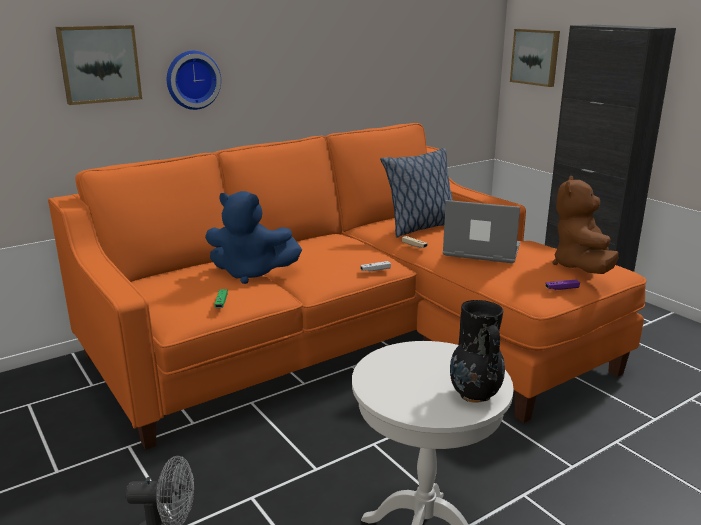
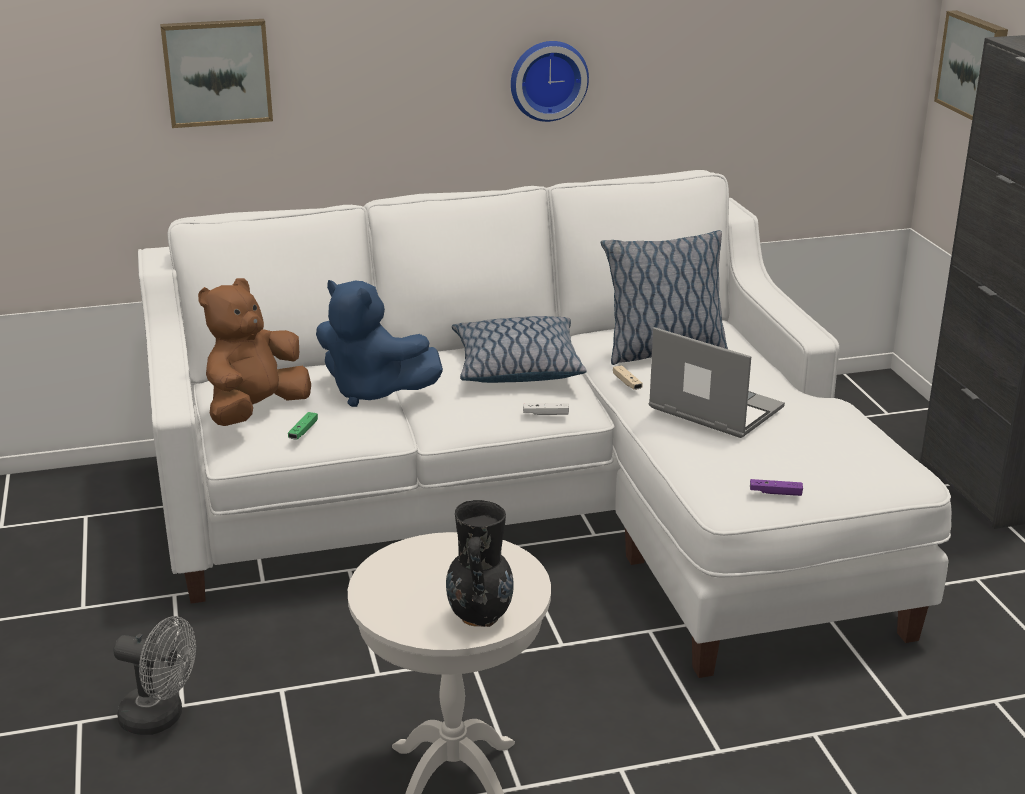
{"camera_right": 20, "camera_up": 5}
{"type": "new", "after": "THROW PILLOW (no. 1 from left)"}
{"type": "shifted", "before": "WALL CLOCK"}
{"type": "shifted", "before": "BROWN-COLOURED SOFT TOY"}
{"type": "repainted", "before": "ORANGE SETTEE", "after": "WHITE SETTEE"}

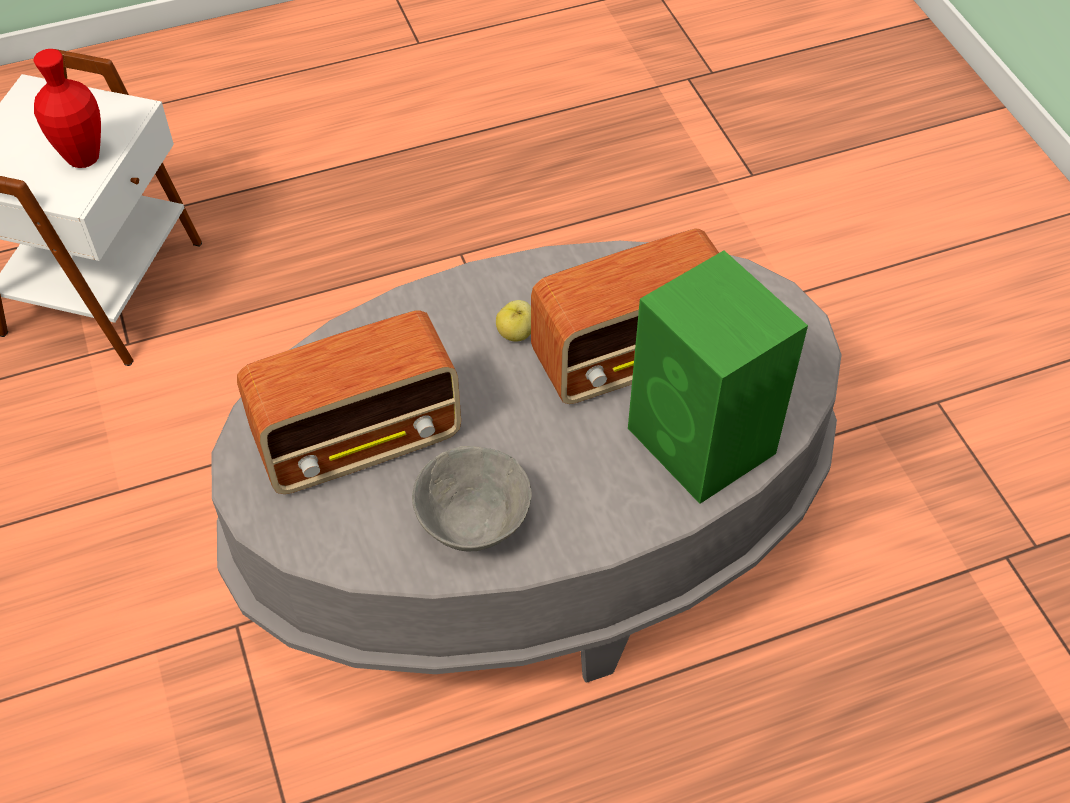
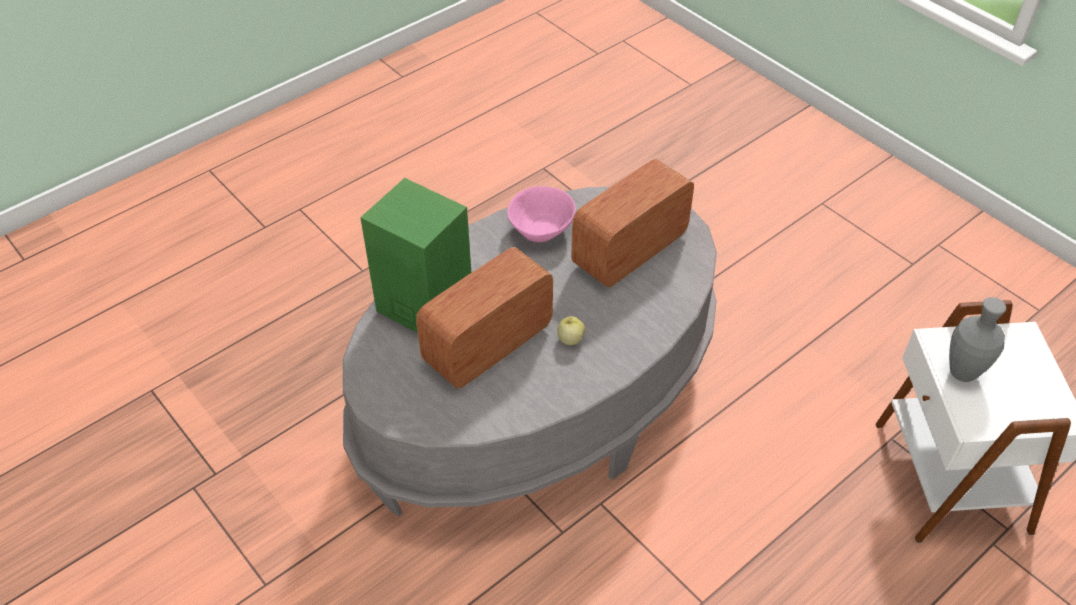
{"camera_right": 160, "camera_up": -5}
{"type": "repainted", "before": "RED DECORATIVE VASE", "after": "GRAY DECORATIVE VASE"}
{"type": "repainted", "before": "GRAY SERVING BOWL", "after": "PINKISH SERVING BOWL"}

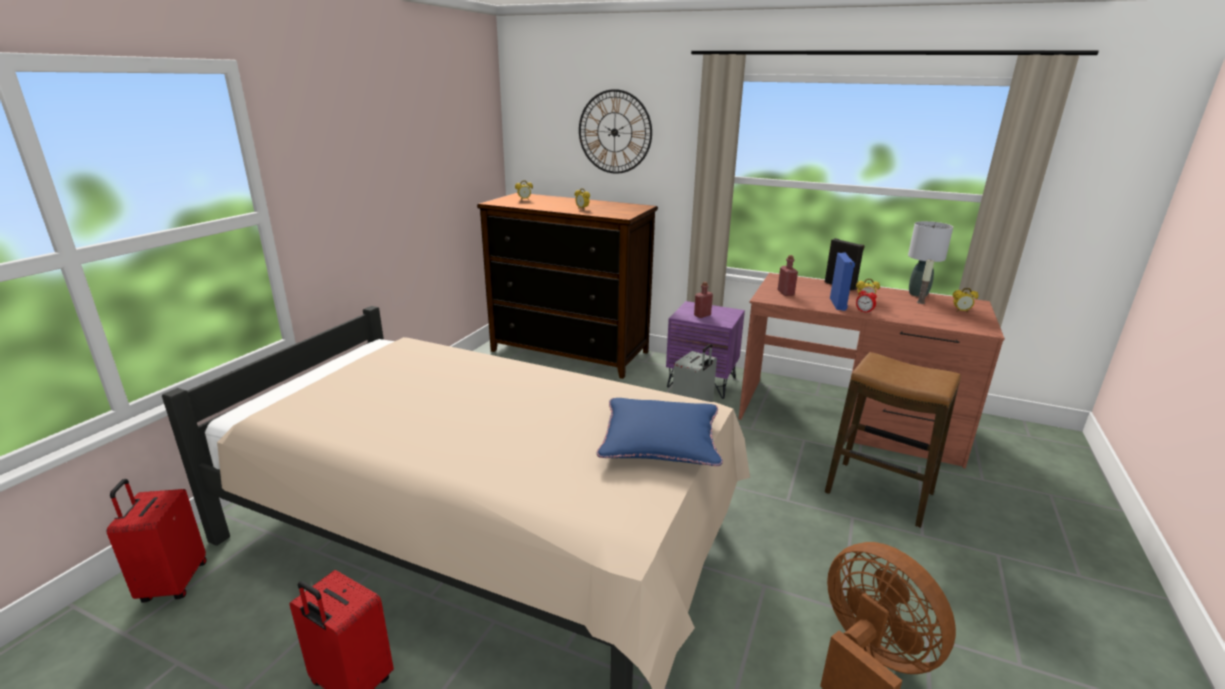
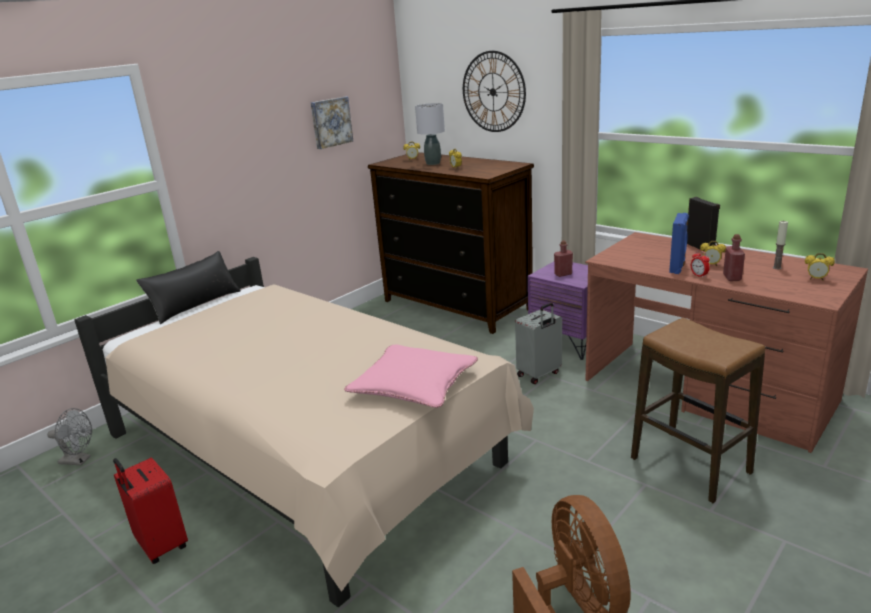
{"camera_right": 20, "camera_up": 0}
{"type": "new", "after": "BLACK THROW PILLOW"}
{"type": "new", "after": "PICTURE"}
{"type": "shifted", "before": "RED BEVERAGE BOTTLE (no. 2 from left)"}
{"type": "shifted", "before": "GRAY TABLETOP LAMP"}
{"type": "swapped", "before": "RED SUITCASE (no. 1 from left)", "after": "GRAY COOLING FAN"}
{"type": "repainted", "before": "BLUE THROW PILLOW", "after": "PINKISH THROW PILLOW"}

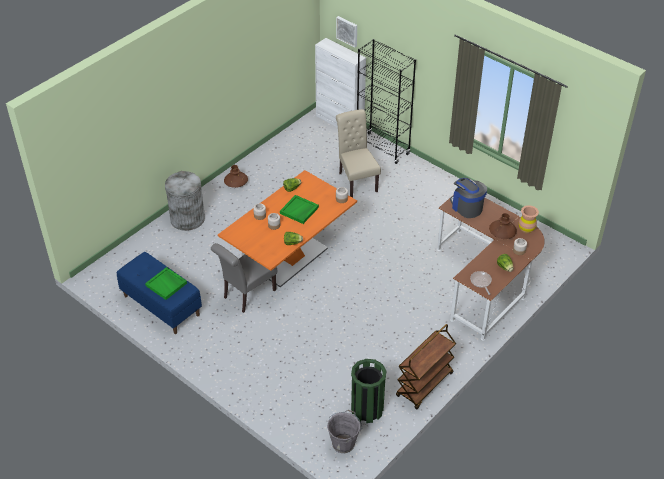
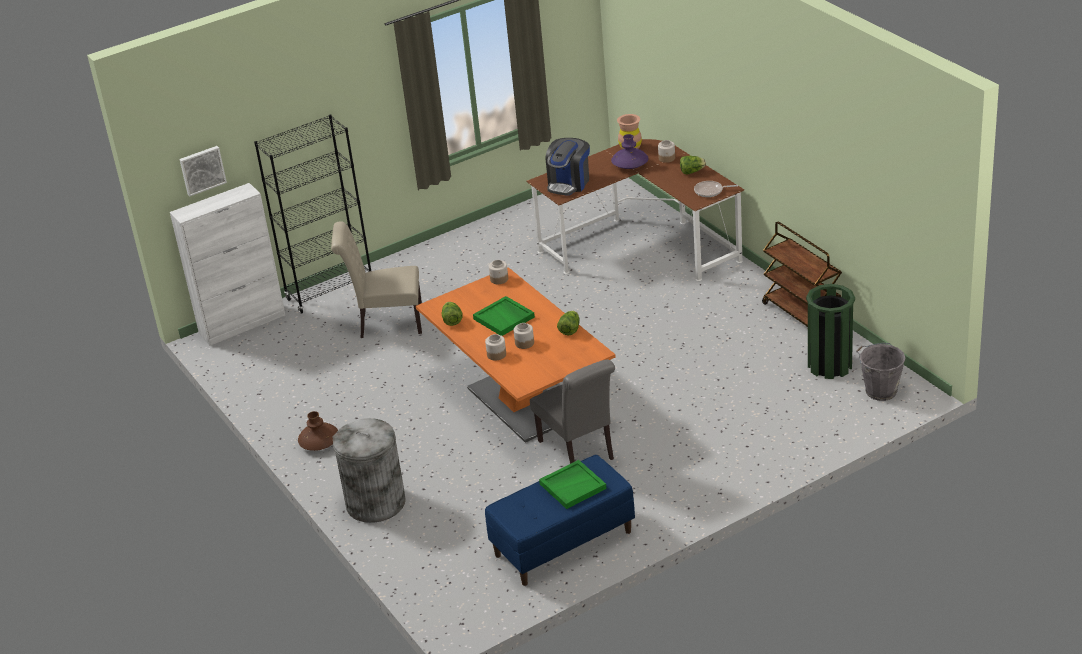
{"camera_right": -70, "camera_up": -10}
{"type": "repainted", "before": "BROWN-COLOURED DECORATIVE VASE (no. 2 from left)", "after": "PURPLE-COLOURED DECORATIVE VASE"}
{"type": "rotated", "before": "COFFEE BREWER", "turn": -45}

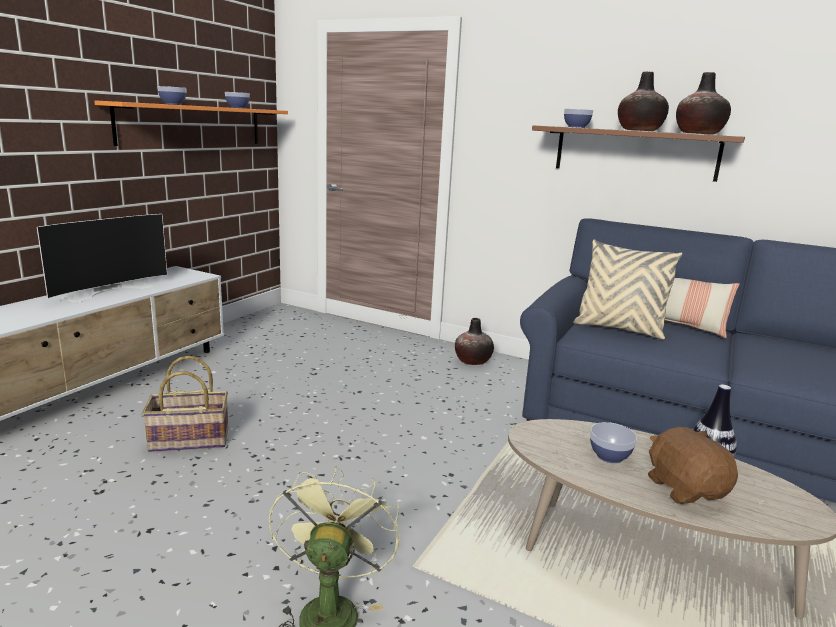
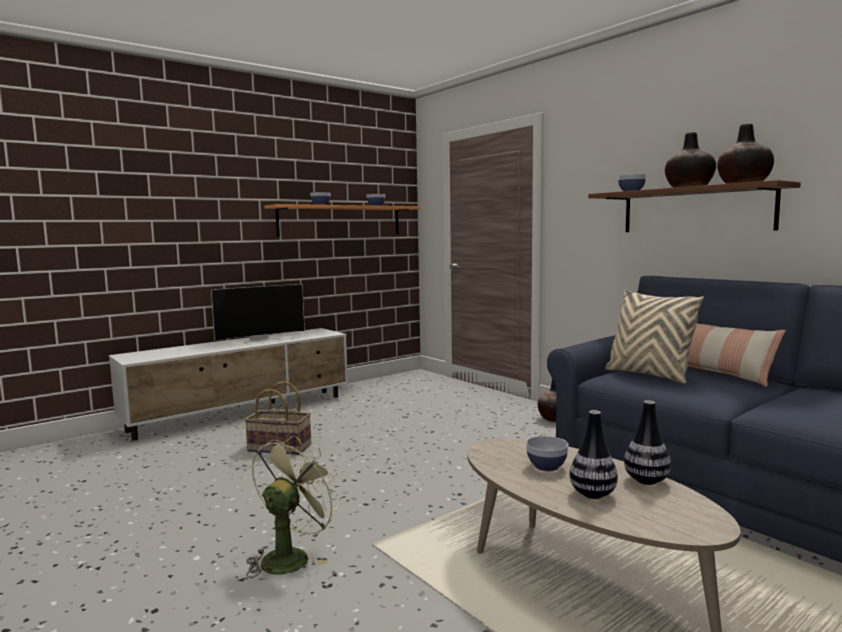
{"camera_right": 25, "camera_up": -10}
{"type": "swapped", "before": "BROWN-COLOURED SOFT TOY", "after": "DECORATIVE VASE (no. 2 from left)"}

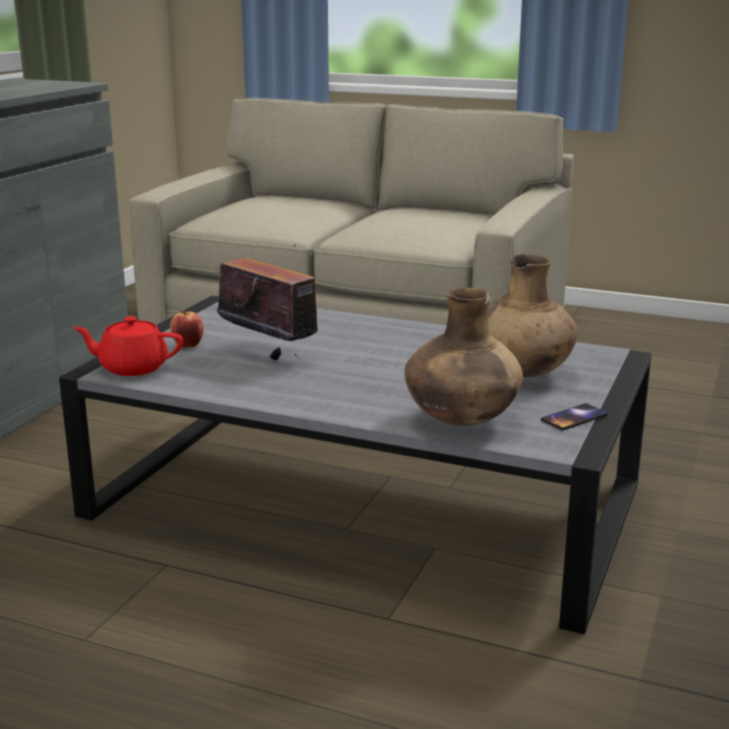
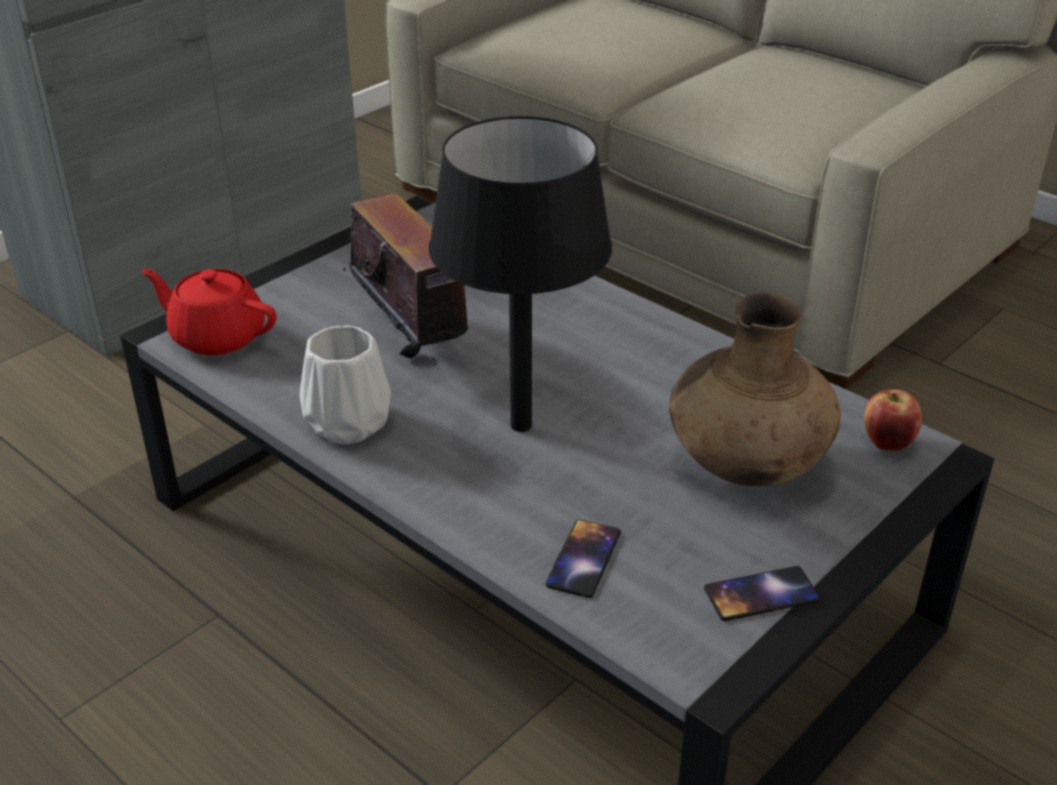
{"camera_right": 20, "camera_up": 15}
{"type": "new", "after": "WHITE DECORATIVE VASE"}
{"type": "new", "after": "BLACK TABLETOP LAMP"}
{"type": "shifted", "before": "APPLE"}
{"type": "swapped", "before": "BROWN-COLOURED DECORATIVE VASE (no. 1 from left)", "after": "TELEPHONE (no. 1 from left)"}

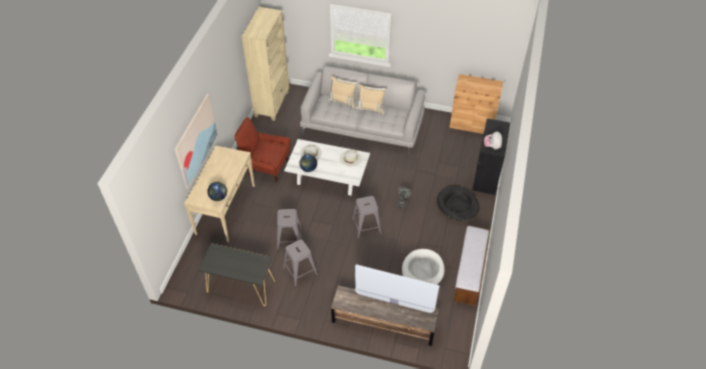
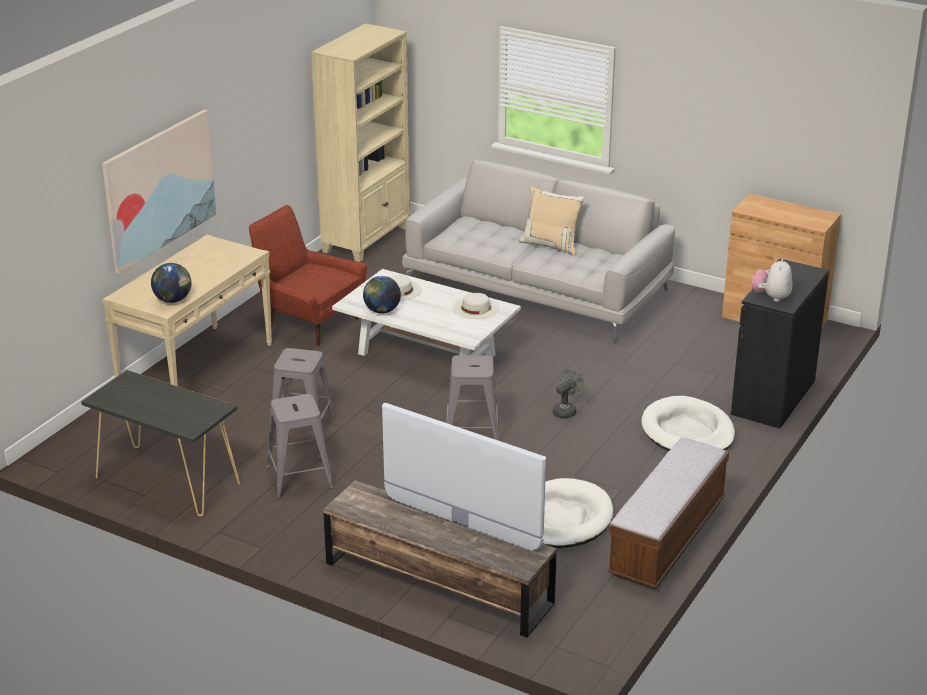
{"camera_right": 15, "camera_up": -20}
{"type": "gone", "before": "BEIGE THROW PILLOW (no. 1 from left)"}
{"type": "repainted", "before": "BLACK DOG BED", "after": "WHITE DOG BED (no. 2 from left)"}

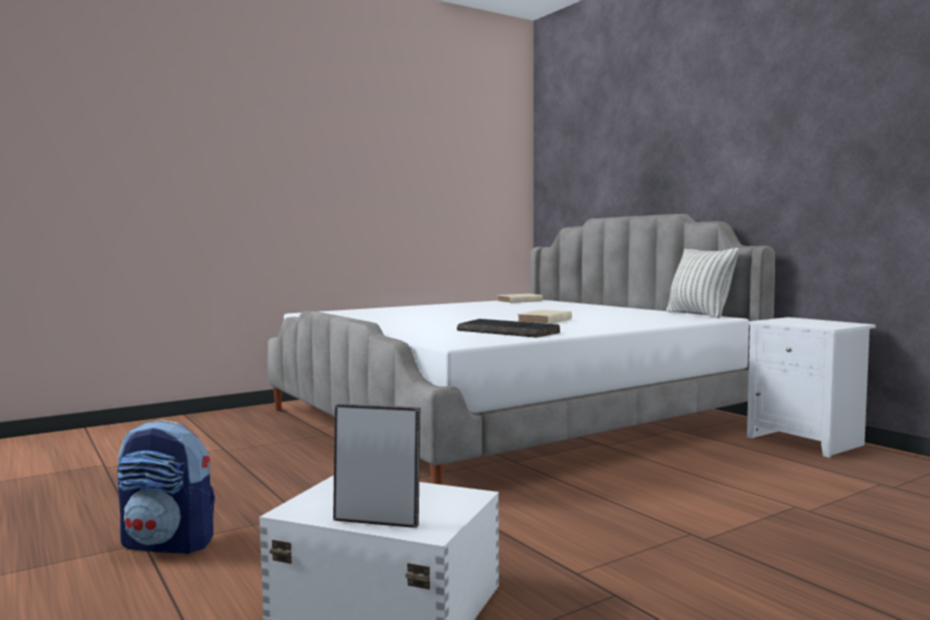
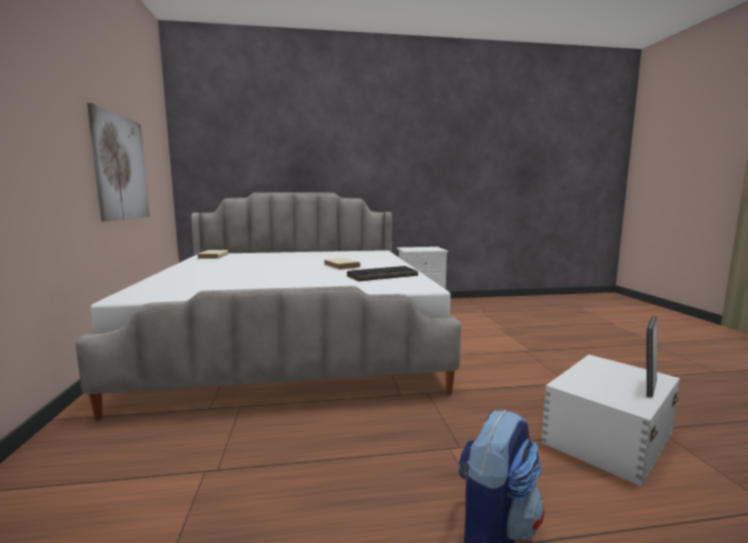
{"camera_right": -65, "camera_up": 5}
{"type": "gone", "before": "THROW PILLOW"}
{"type": "new", "after": "PICTURE"}

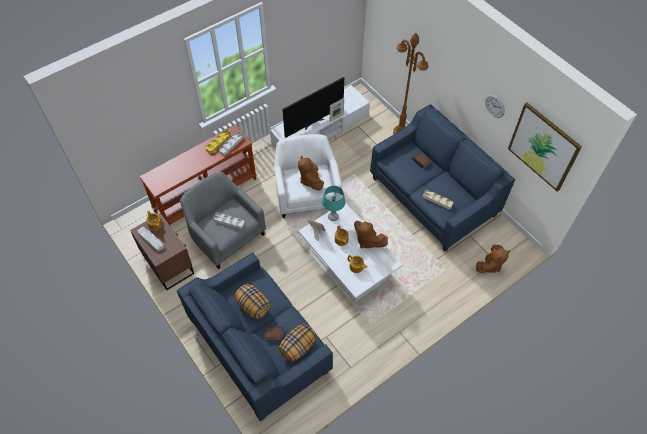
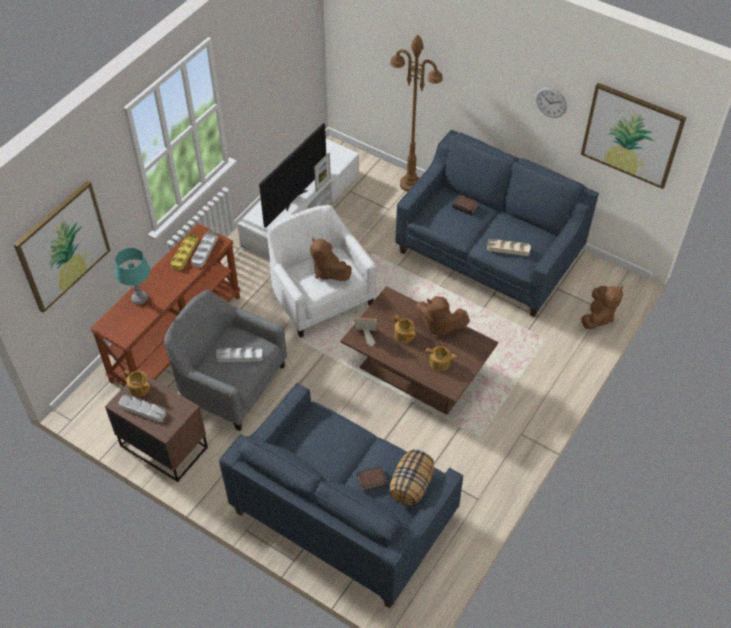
{"camera_right": -20, "camera_up": -5}
{"type": "gone", "before": "THROW PILLOW (no. 1 from left)"}
{"type": "new", "after": "PICTURE (no. 1 from left)"}
{"type": "shifted", "before": "TURQUOISE-COLOURED TABLETOP LAMP"}
{"type": "repainted", "before": "WHITE COFFEE TABLE", "after": "BROWN-COLOURED COFFEE TABLE"}

